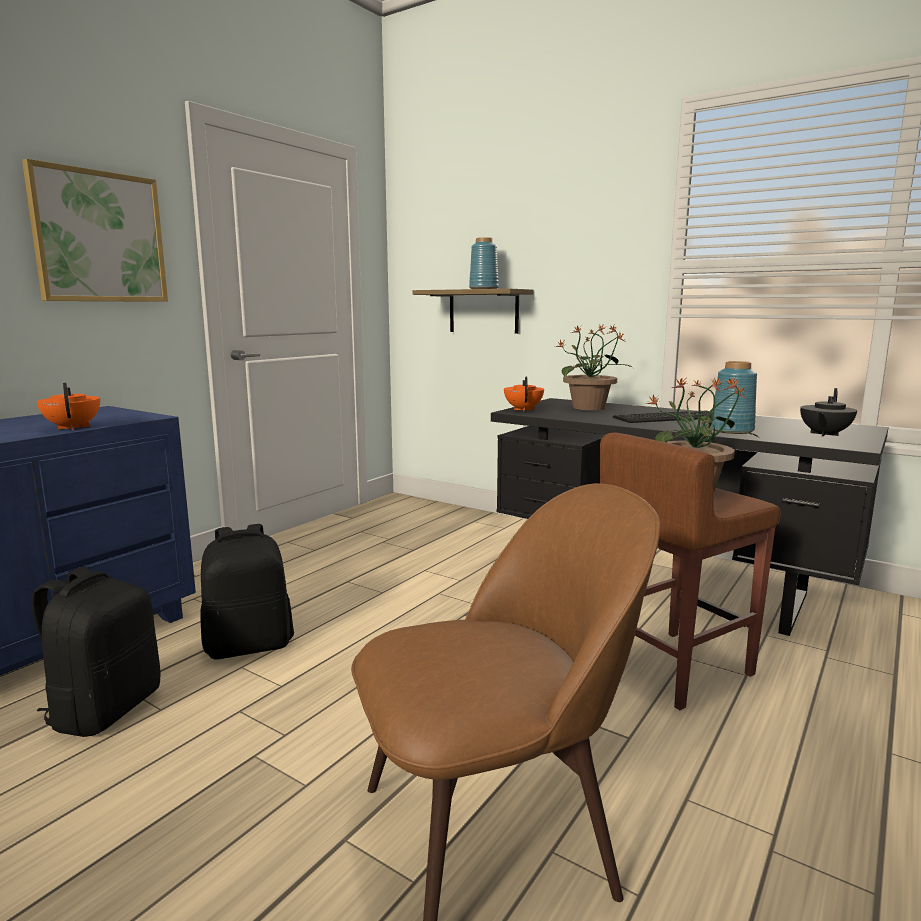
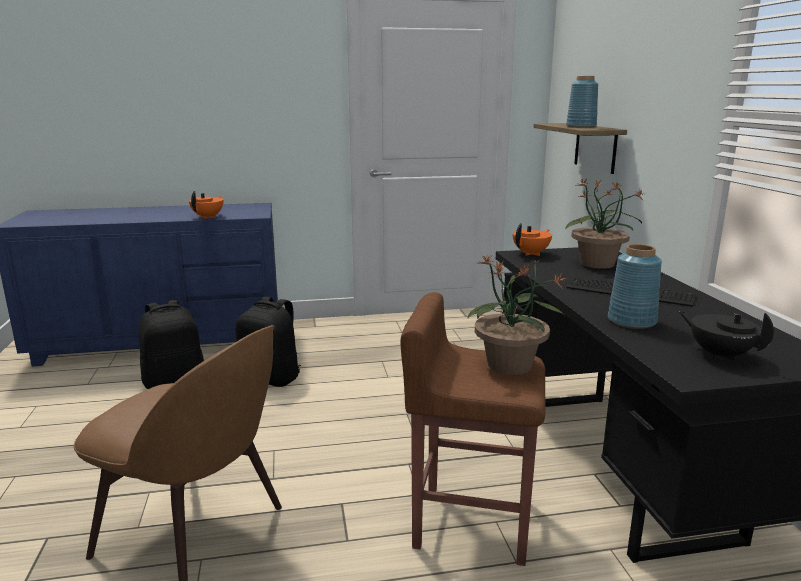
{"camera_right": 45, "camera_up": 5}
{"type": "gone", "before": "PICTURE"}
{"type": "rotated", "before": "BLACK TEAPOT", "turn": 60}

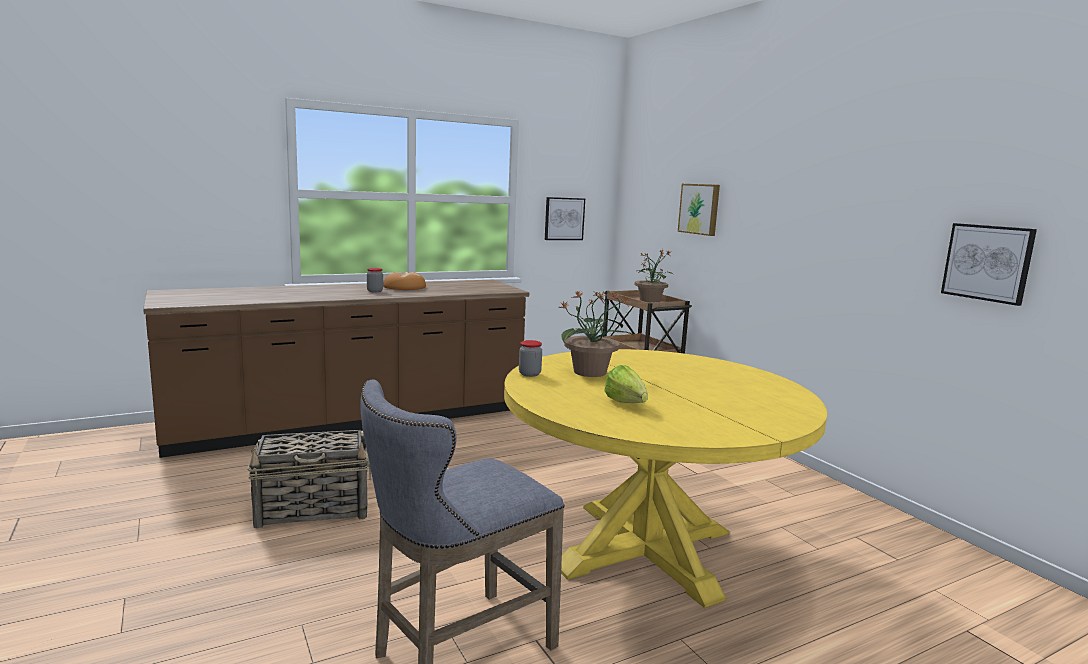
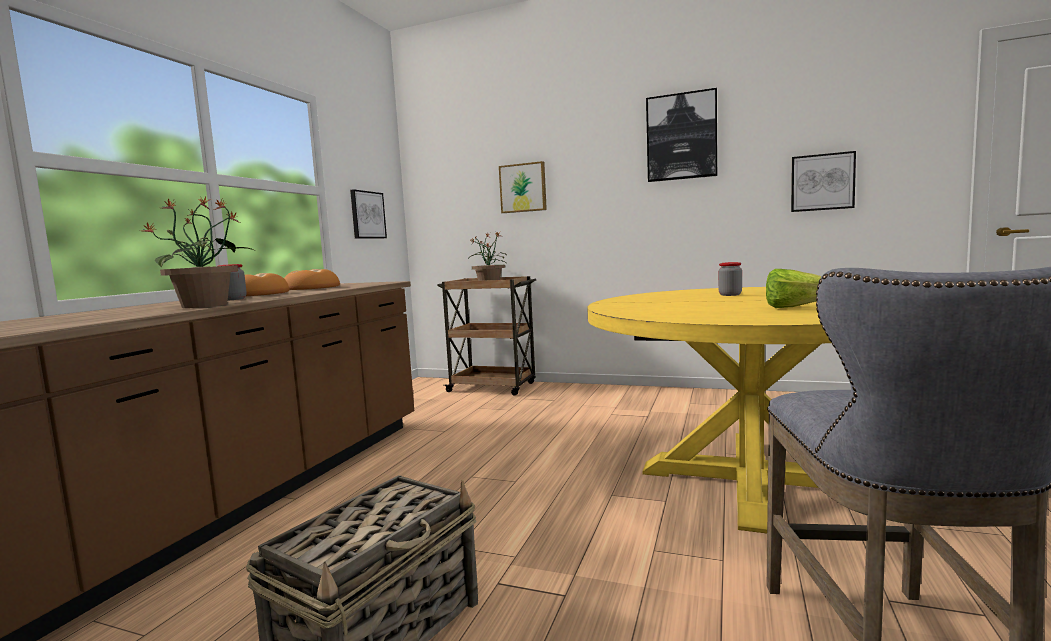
{"camera_right": -40, "camera_up": -5}
{"type": "new", "after": "BAKED BREAD (no. 2 from left)"}
{"type": "new", "after": "PICTURE (no. 3 from left)"}
{"type": "shifted", "before": "JAR (no. 2 from left)"}
{"type": "shifted", "before": "POTTED PLANT (no. 1 from left)"}

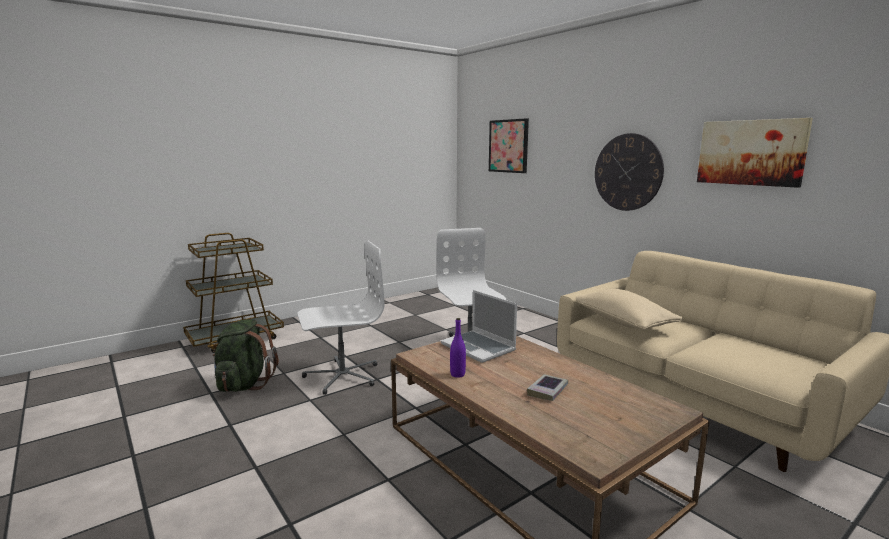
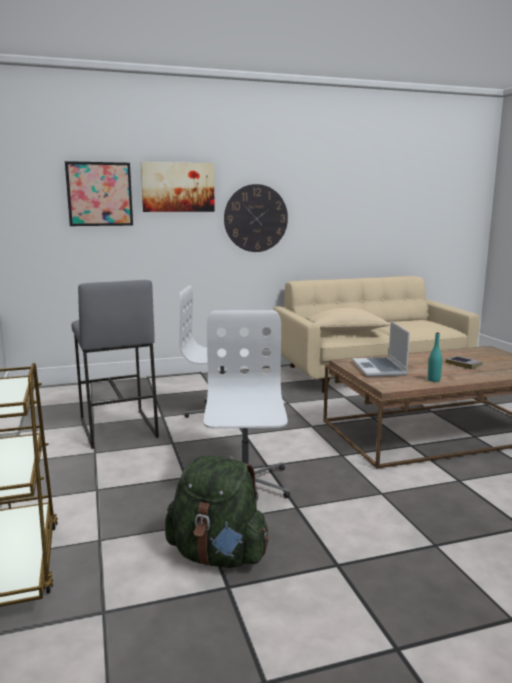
{"camera_right": -70, "camera_up": 0}
{"type": "new", "after": "GRAY STOOL"}
{"type": "shifted", "before": "PICTURE (no. 2 from left)"}
{"type": "repainted", "before": "PURPLE-COLOURED BEVERAGE BOTTLE", "after": "TURQUOISE-COLOURED BEVERAGE BOTTLE"}
{"type": "rotated", "before": "NOTEBOOK COMPUTER", "turn": 105}

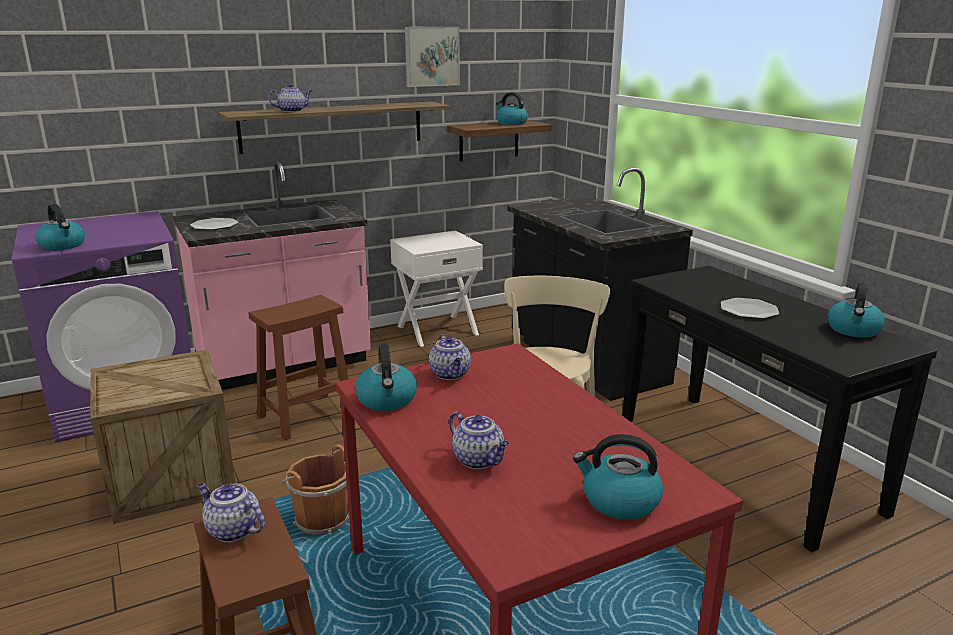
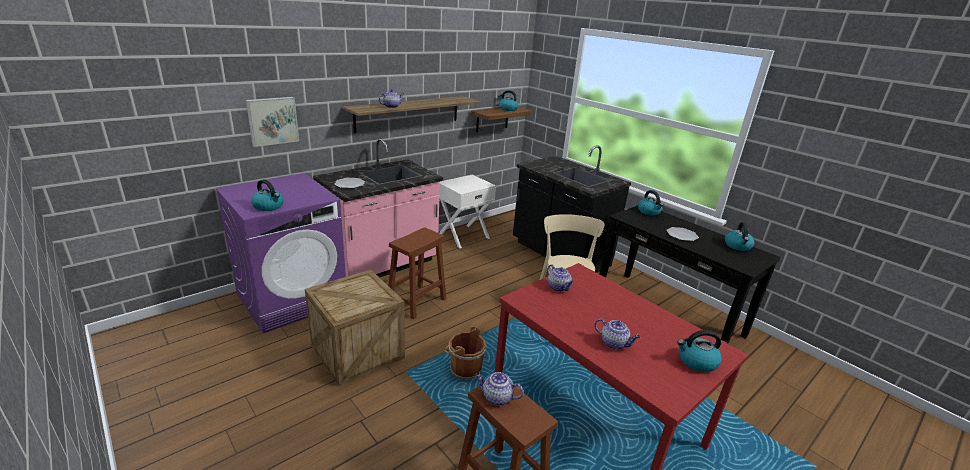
{"camera_right": -15, "camera_up": 5}
{"type": "shifted", "before": "WATER KETTLE (no. 2 from left in the first image)", "after": "WATER KETTLE (no. 3 from left)"}
{"type": "shifted", "before": "PICTURE"}

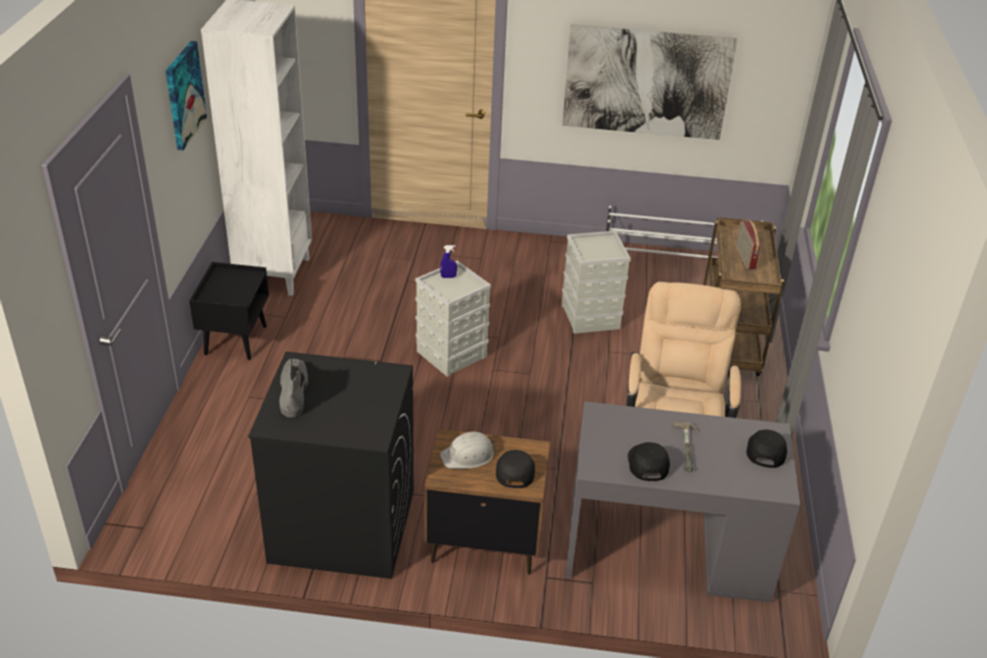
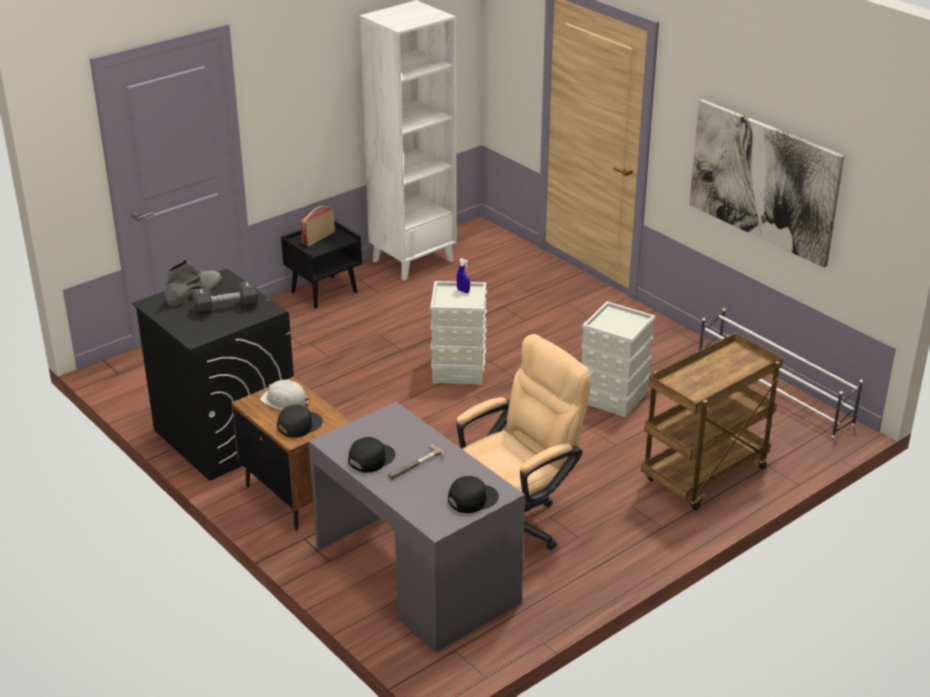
{"camera_right": 45, "camera_up": -5}
{"type": "gone", "before": "PICTURE (no. 1 from left)"}
{"type": "new", "after": "BLACK FREE WEIGHT"}
{"type": "shifted", "before": "RADIO"}

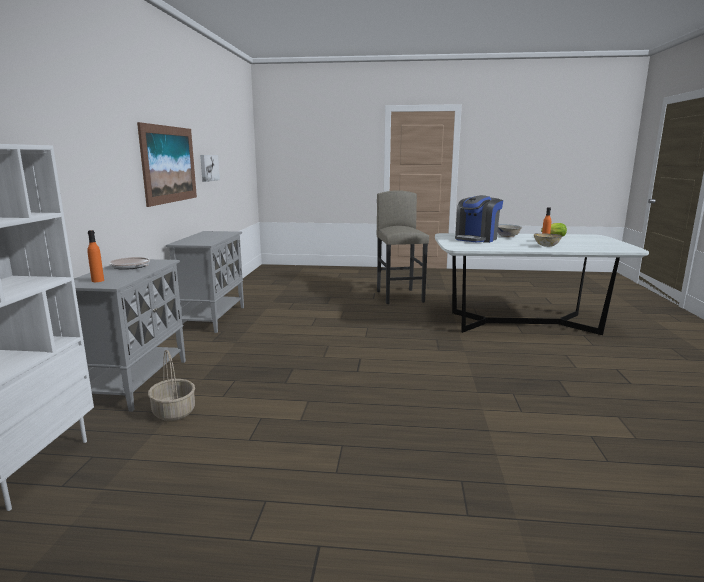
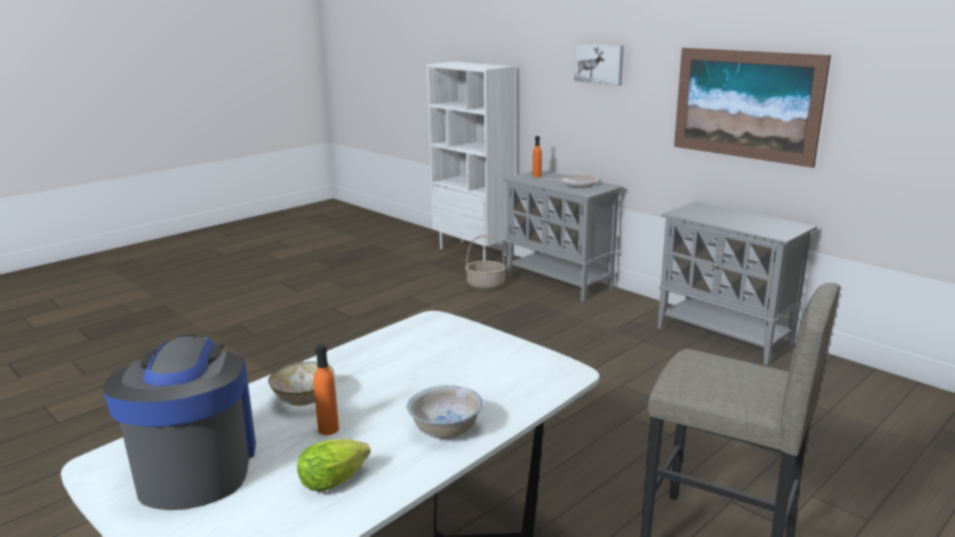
{"camera_right": 130, "camera_up": 5}
{"type": "shifted", "before": "PICTURE (no. 2 from left in the first image)", "after": "PICTURE (no. 1 from left)"}
{"type": "shifted", "before": "COFFEE BREWER"}

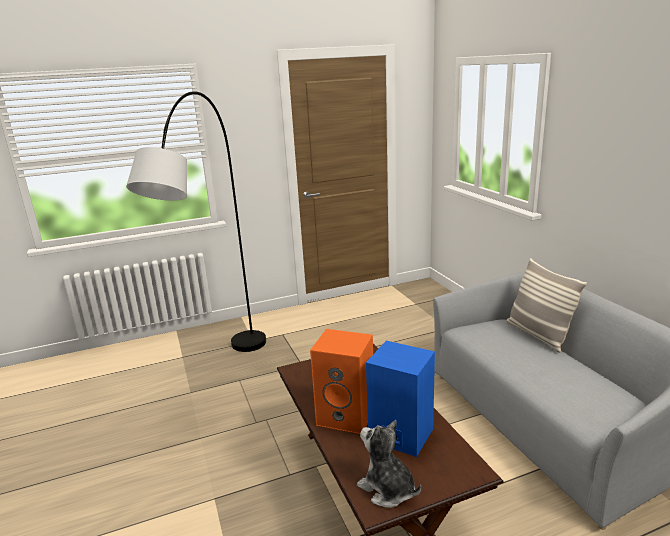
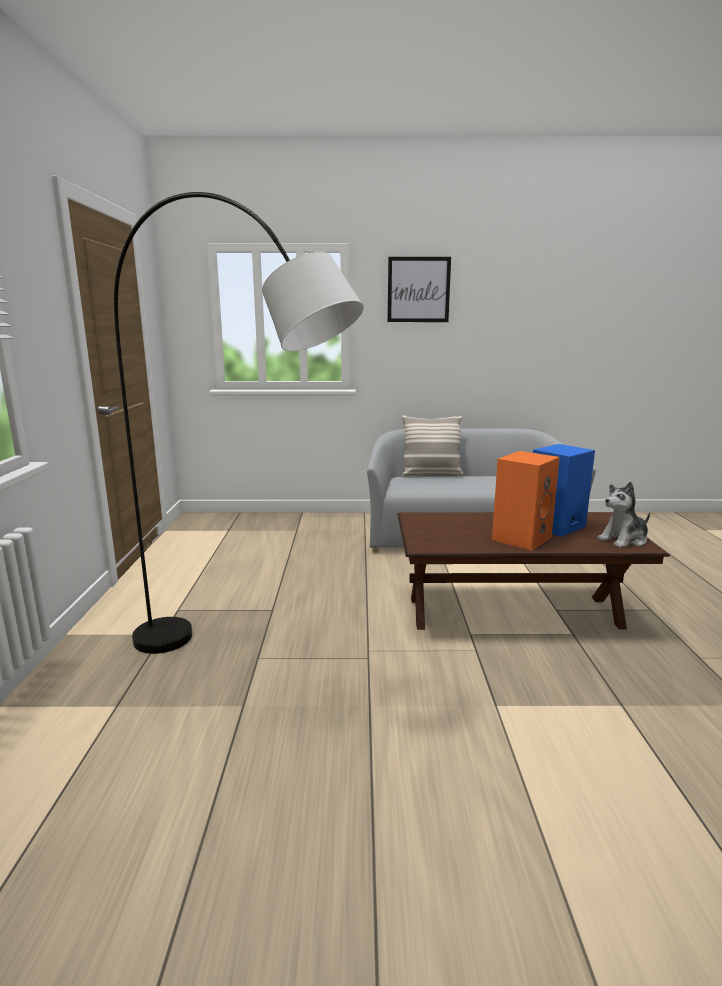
{"camera_right": -70, "camera_up": -5}
{"type": "new", "after": "PICTURE"}

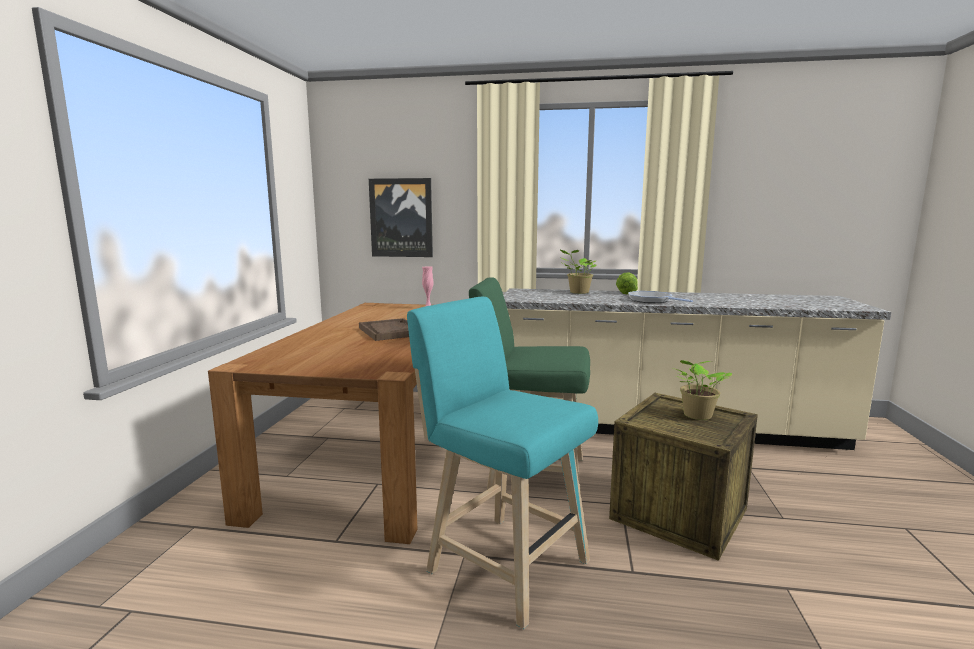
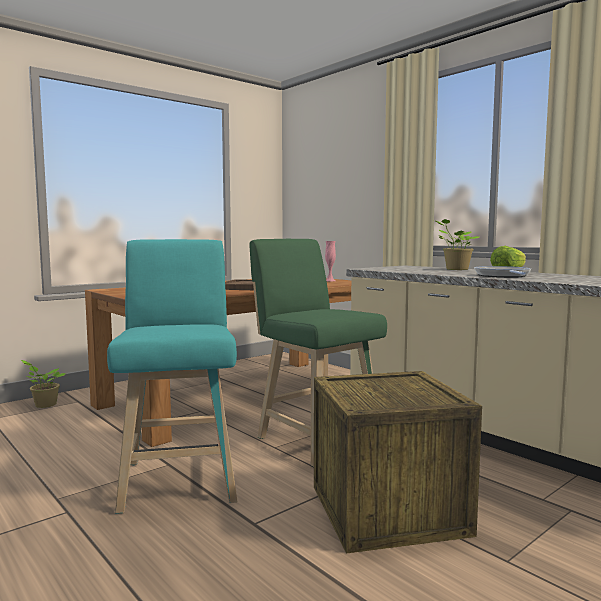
{"camera_right": 40, "camera_up": -5}
{"type": "gone", "before": "PICTURE"}
{"type": "shifted", "before": "POTTED PLANT (no. 2 from left in the first image)", "after": "POTTED PLANT (no. 1 from left)"}

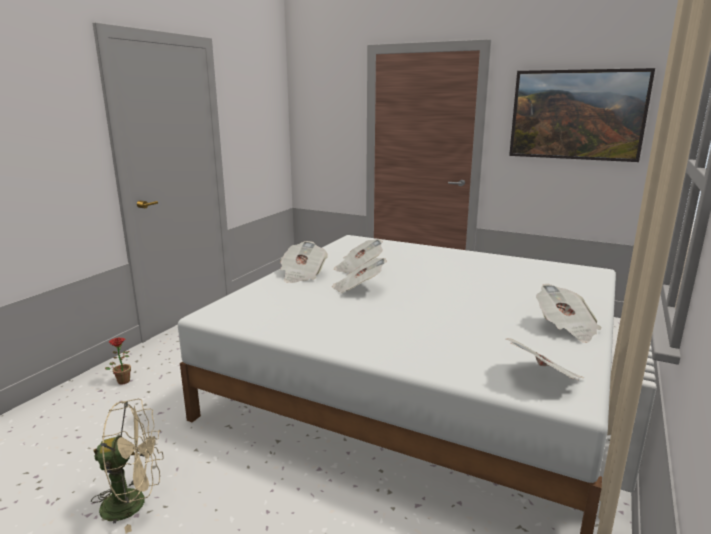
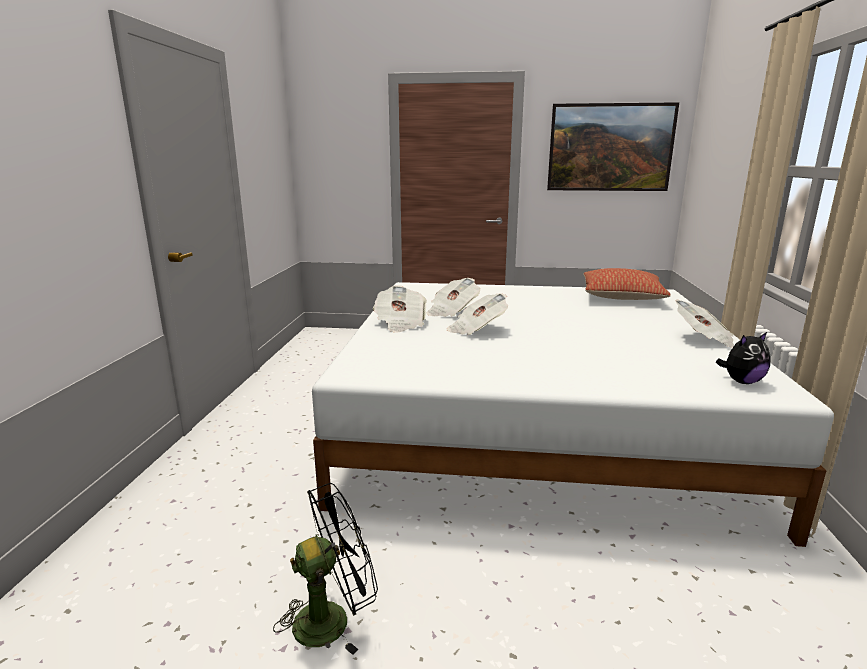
{"camera_right": -20, "camera_up": 0}
{"type": "gone", "before": "POTTED PLANT"}
{"type": "new", "after": "THROW PILLOW"}
{"type": "swapped", "before": "DAILY PAPER (no. 4 from left)", "after": "SOFT TOY"}
{"type": "repainted", "before": "BEIGE COOLING FAN", "after": "BLACK COOLING FAN"}

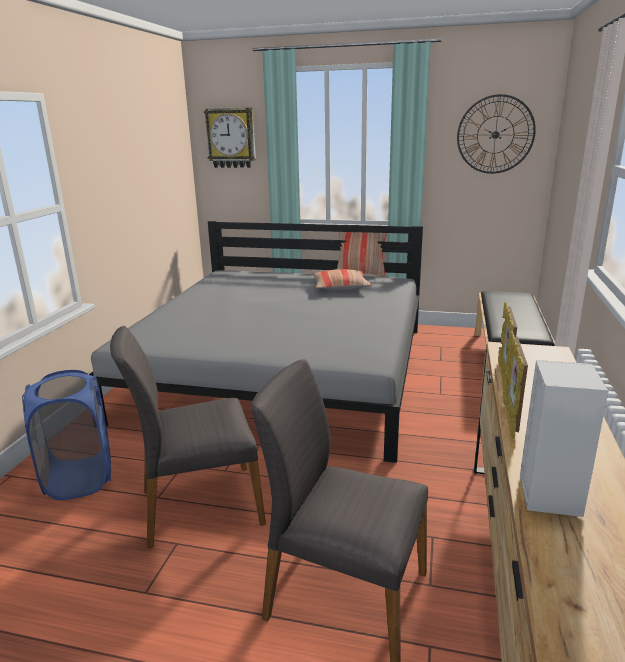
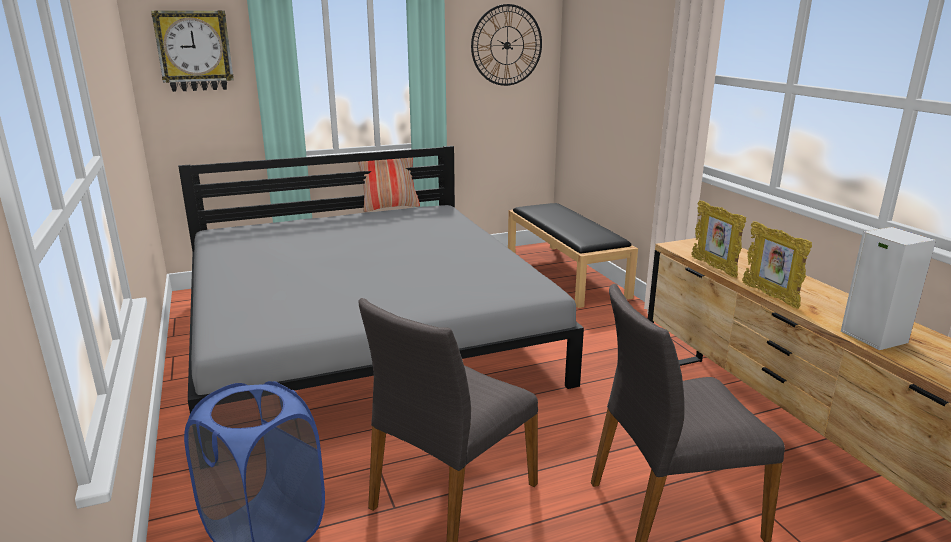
{"camera_right": -35, "camera_up": 0}
{"type": "gone", "before": "THROW PILLOW (no. 1 from left)"}

